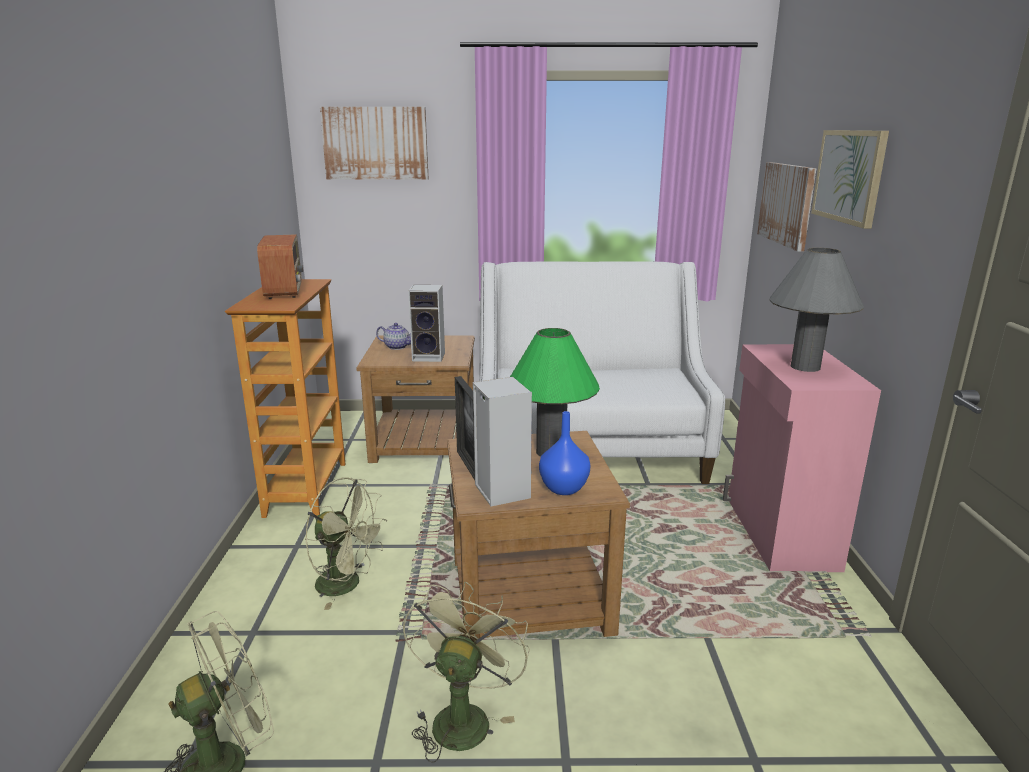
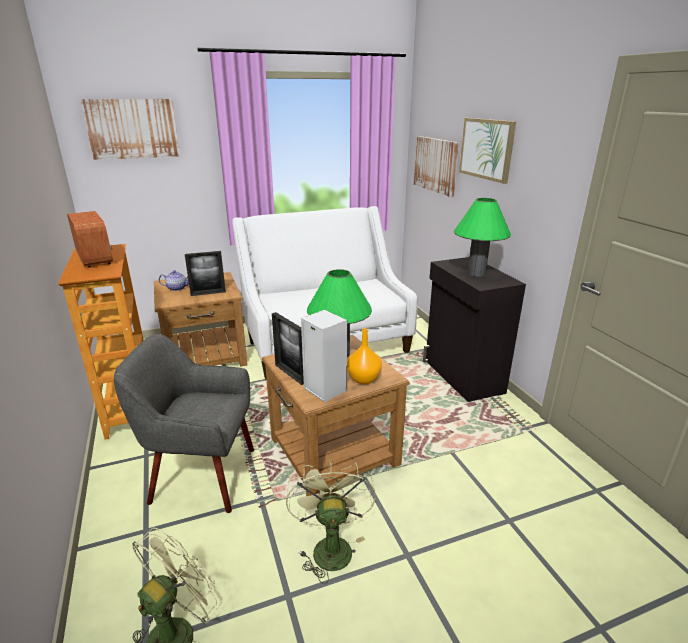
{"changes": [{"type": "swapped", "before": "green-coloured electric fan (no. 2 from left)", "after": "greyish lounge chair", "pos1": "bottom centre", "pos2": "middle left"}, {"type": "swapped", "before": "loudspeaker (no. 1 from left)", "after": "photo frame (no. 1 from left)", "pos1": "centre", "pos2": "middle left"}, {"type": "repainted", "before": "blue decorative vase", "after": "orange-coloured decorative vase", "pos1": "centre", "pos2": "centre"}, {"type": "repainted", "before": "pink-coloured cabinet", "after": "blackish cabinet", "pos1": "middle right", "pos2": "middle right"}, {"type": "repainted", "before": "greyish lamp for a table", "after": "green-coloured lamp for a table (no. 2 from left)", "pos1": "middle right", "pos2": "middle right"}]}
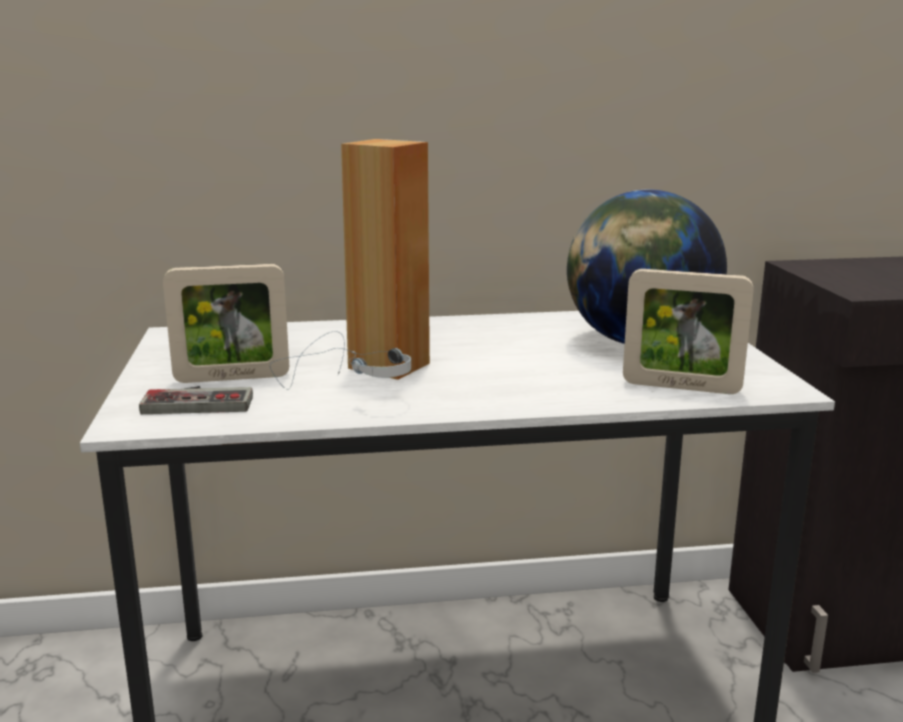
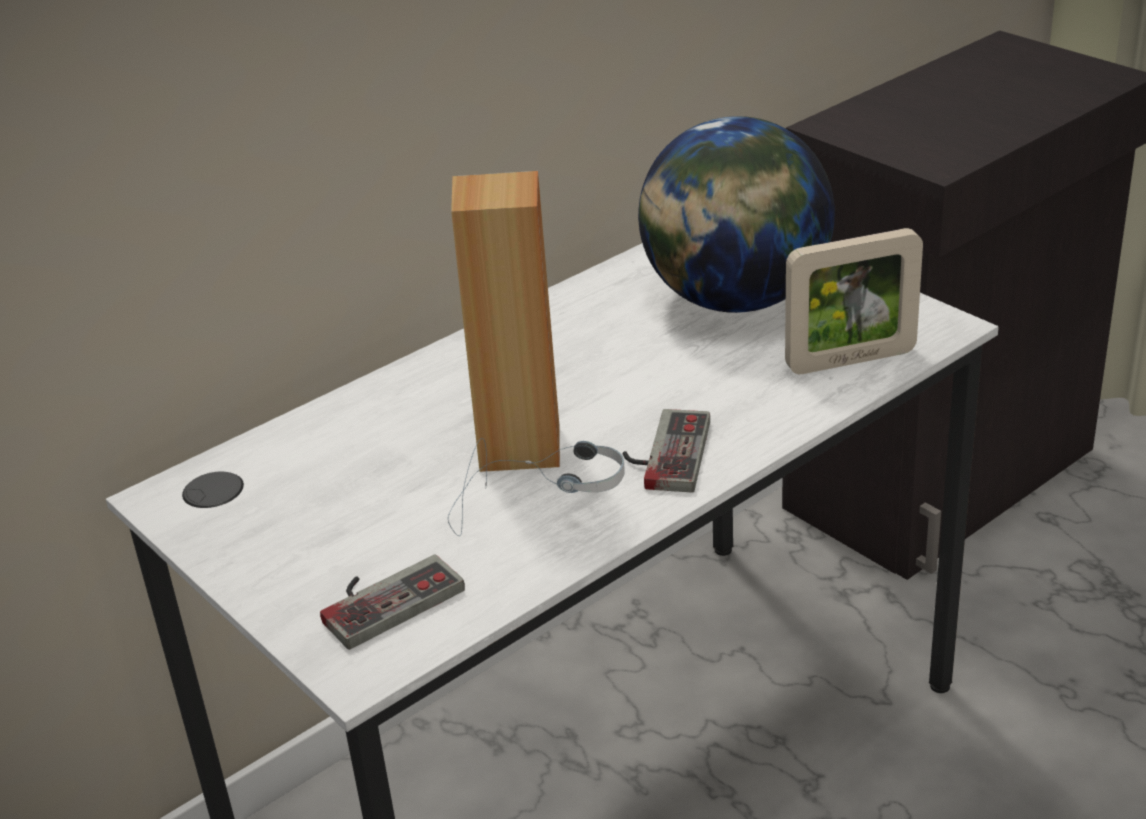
{"changes": [{"type": "gone", "before": "photo frame (no. 1 from left)", "pos1": "middle left"}, {"type": "new", "after": "game controller (no. 2 from left)", "pos2": "centre"}]}
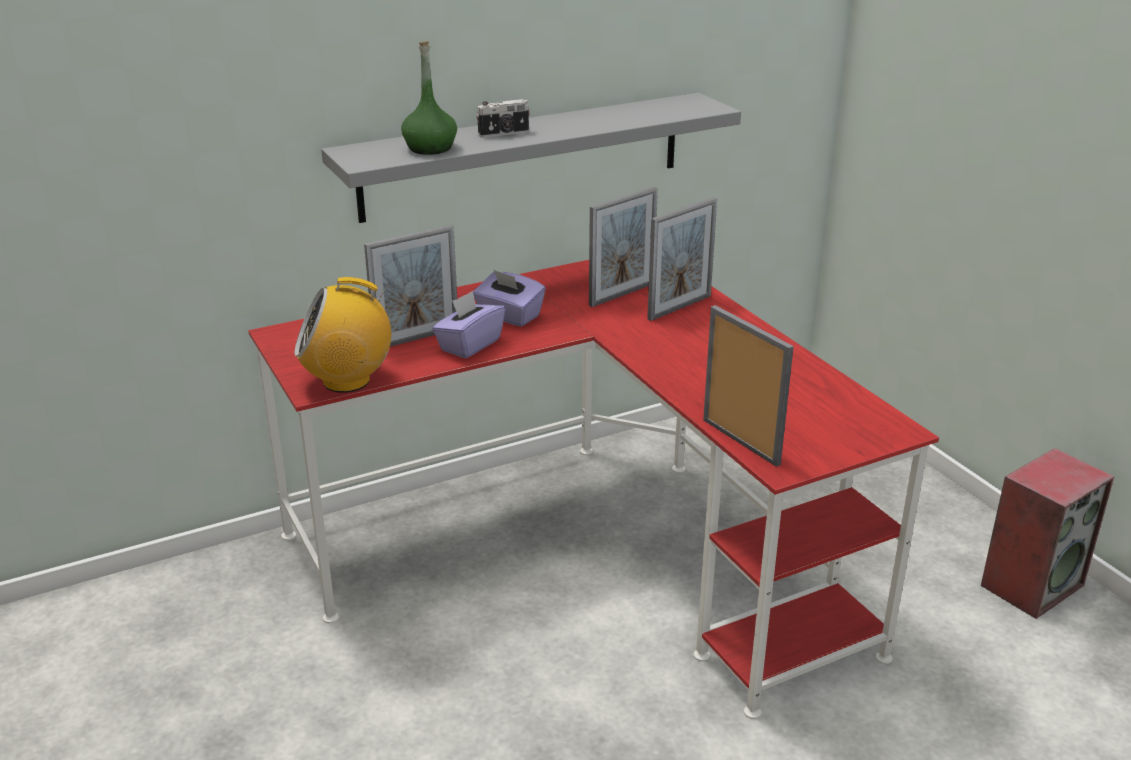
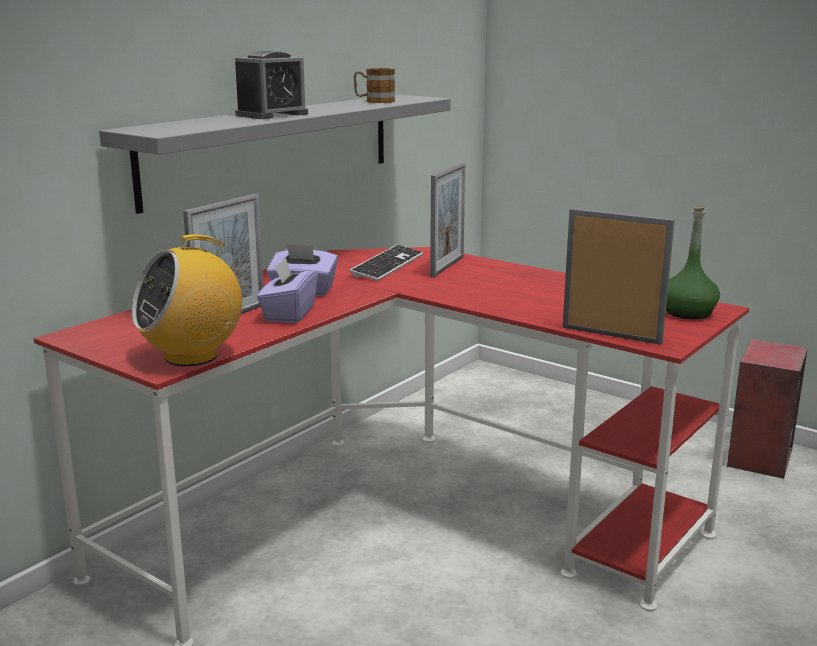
{"changes": [{"type": "shifted", "before": "green-coloured drink bottle", "pos1": "top centre", "pos2": "middle right"}, {"type": "swapped", "before": "photo camera", "after": "table clock", "pos1": "top centre", "pos2": "top left"}, {"type": "swapped", "before": "photo frame (no. 2 from left)", "after": "keyboard", "pos1": "top centre", "pos2": "centre"}, {"type": "new", "after": "mug", "pos2": "top centre"}]}
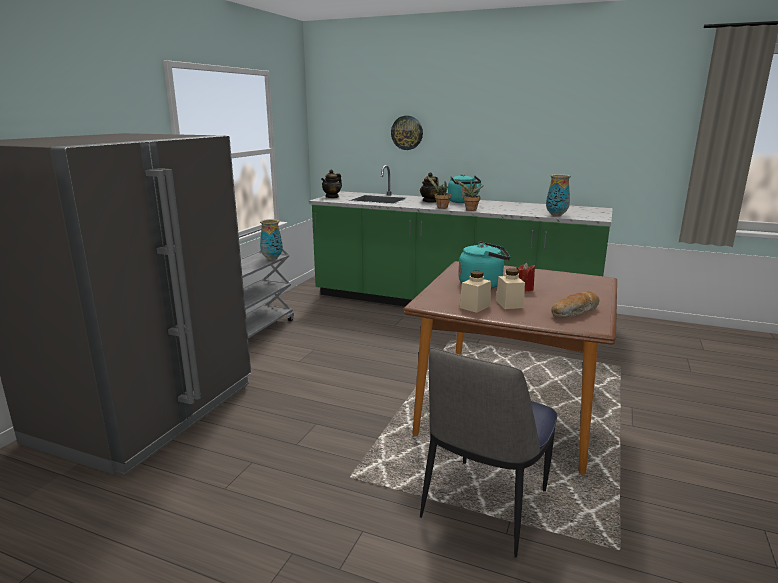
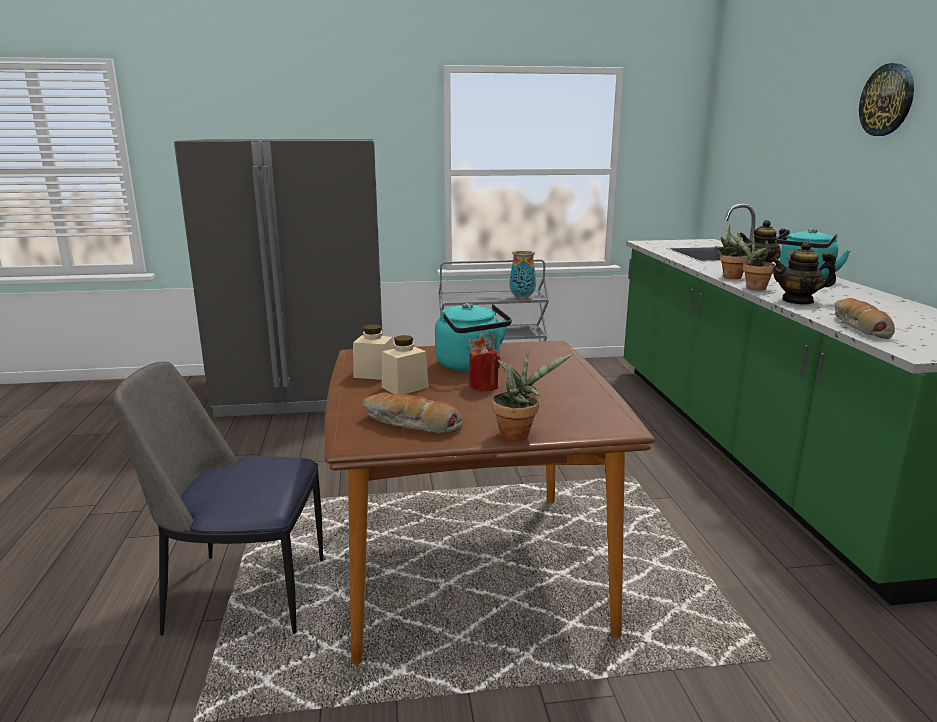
{"changes": [{"type": "shifted", "before": "tea pot (no. 1 from left in the first image)", "after": "tea pot (no. 2 from left)", "pos1": "top centre", "pos2": "middle right"}, {"type": "shifted", "before": "clock on the wall", "pos1": "top centre", "pos2": "top right"}, {"type": "swapped", "before": "decorative vase (no. 2 from left)", "after": "bakery bread (no. 2 from left)", "pos1": "middle right", "pos2": "middle right"}, {"type": "new", "after": "potted plant (no. 1 from left)", "pos2": "centre"}]}
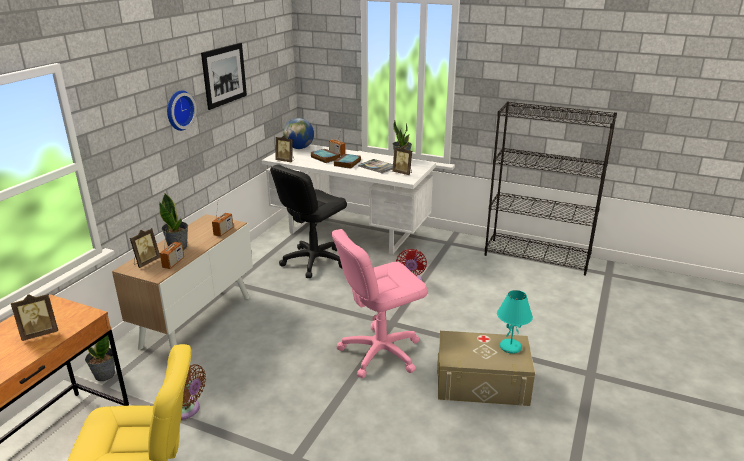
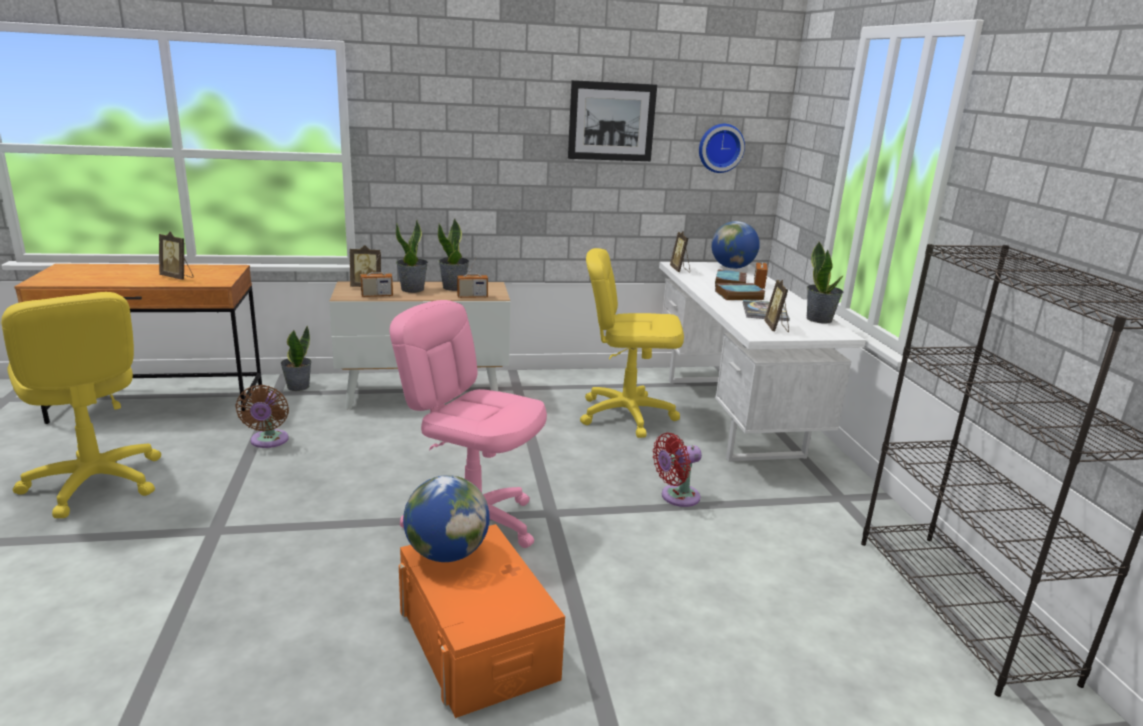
{"changes": [{"type": "shifted", "before": "clock on the wall", "pos1": "top left", "pos2": "top centre"}, {"type": "repainted", "before": "blackish computer chair", "after": "yellowish computer chair (no. 2 from left)", "pos1": "centre", "pos2": "centre"}, {"type": "repainted", "before": "beige storage container", "after": "orange-coloured storage container", "pos1": "bottom centre", "pos2": "bottom centre"}, {"type": "gone", "before": "turquoise-coloured lamp for a table", "pos1": "bottom right"}, {"type": "new", "after": "globe (no. 1 from left)", "pos2": "bottom centre"}, {"type": "new", "after": "potted plant (no. 3 from left)", "pos2": "centre"}]}
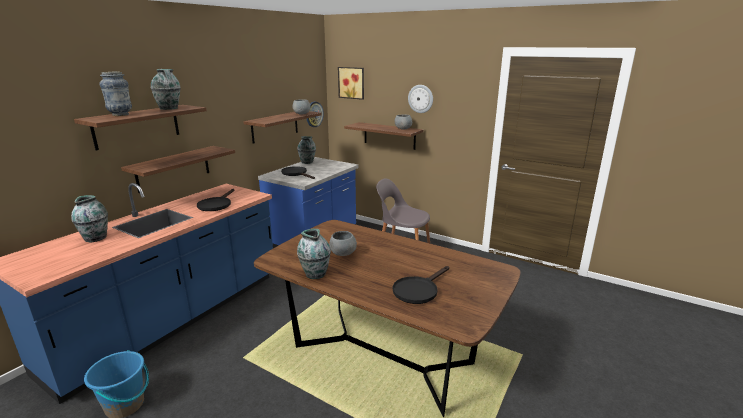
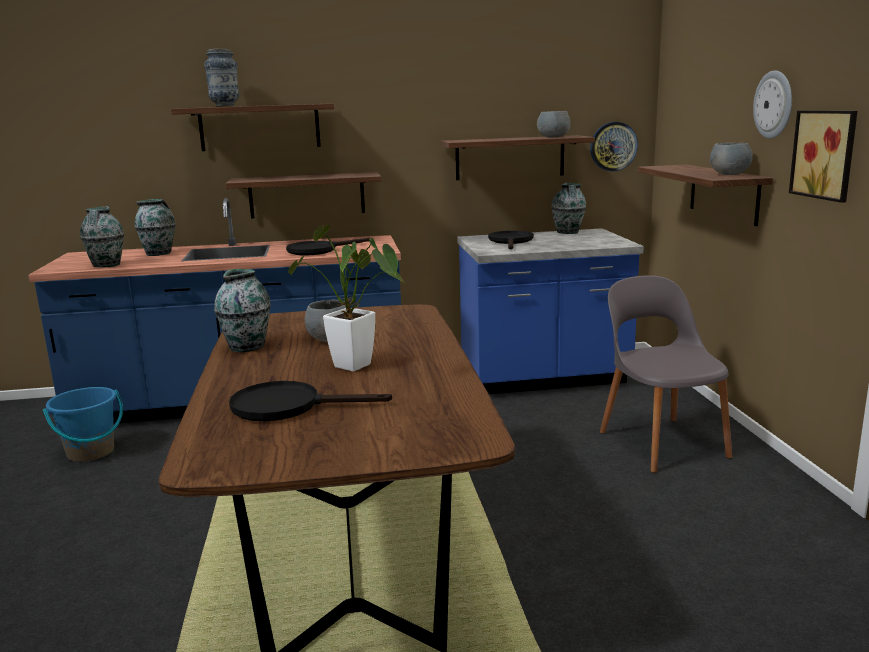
{"changes": [{"type": "shifted", "before": "decorative vase (no. 3 from left in the first image)", "after": "decorative vase (no. 1 from left)", "pos1": "top left", "pos2": "middle left"}, {"type": "shifted", "before": "wall art", "pos1": "top centre", "pos2": "top right"}, {"type": "new", "after": "potted plant", "pos2": "centre"}]}
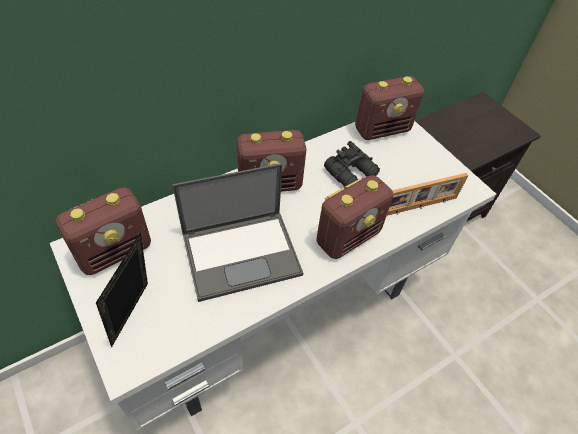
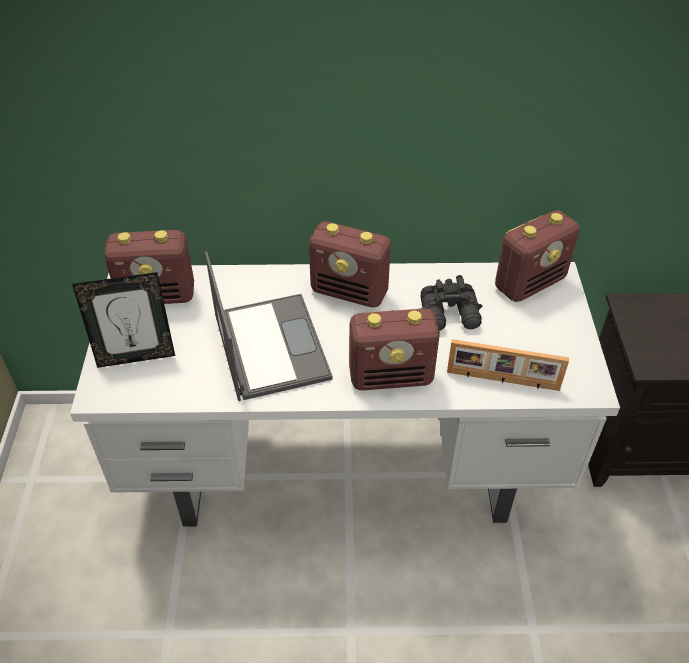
{"changes": [{"type": "rotated", "before": "photo frame (no. 1 from left)", "pos1": "bottom left", "pos2": "middle left", "turn": -150}, {"type": "rotated", "before": "portable computer", "pos1": "centre", "pos2": "centre", "turn": -120}, {"type": "rotated", "before": "radio (no. 4 from left)", "pos1": "top right", "pos2": "middle right", "turn": -45}]}
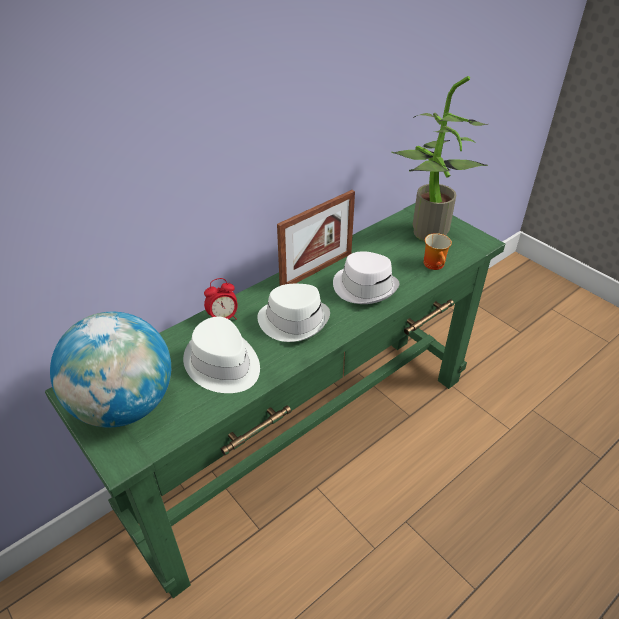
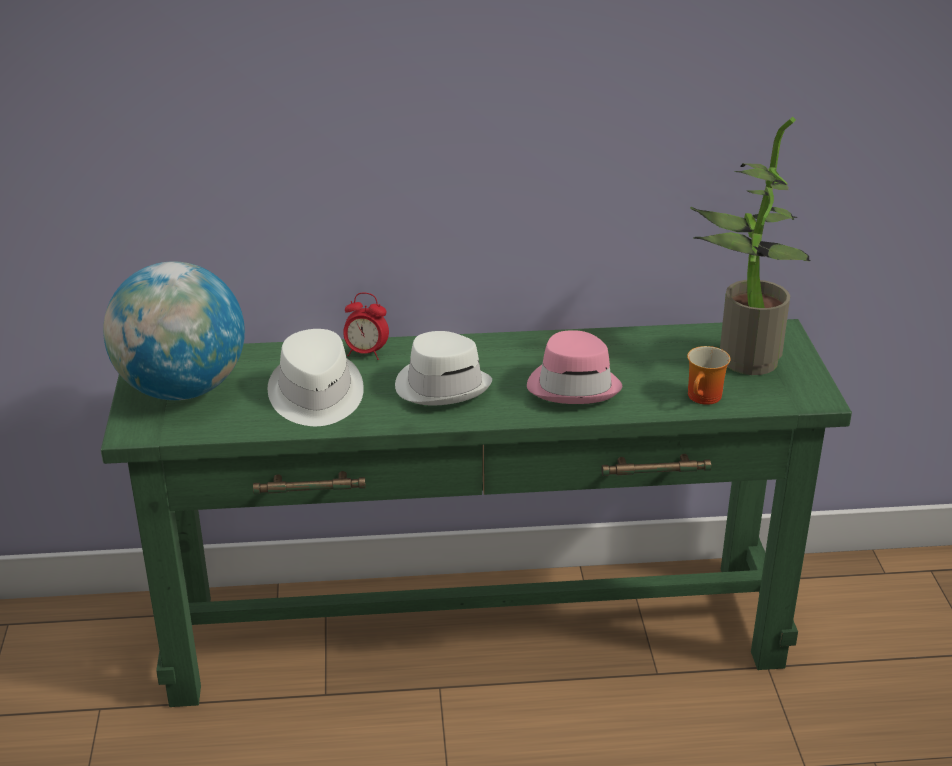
{"changes": [{"type": "gone", "before": "photo frame", "pos1": "centre"}, {"type": "repainted", "before": "white wearable hat (no. 3 from left)", "after": "pink-coloured wearable hat", "pos1": "centre", "pos2": "centre"}]}
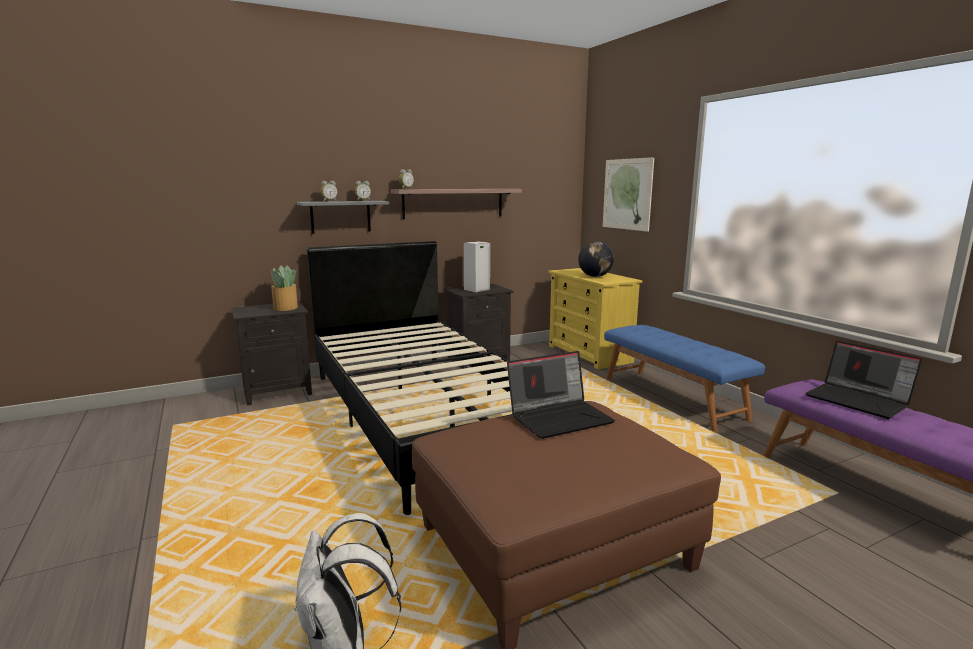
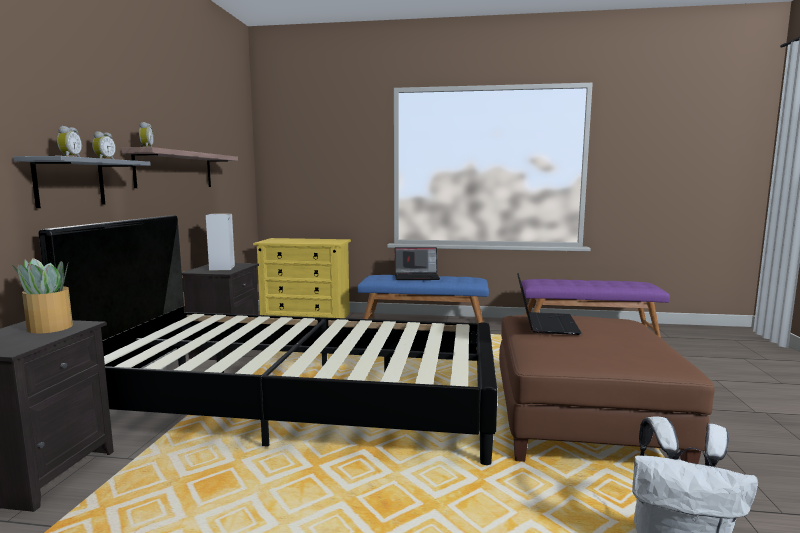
{"changes": [{"type": "gone", "before": "globe", "pos1": "centre"}, {"type": "gone", "before": "wall art", "pos1": "top centre"}, {"type": "shifted", "before": "portable computer (no. 2 from left in the first image)", "after": "portable computer (no. 1 from left)", "pos1": "middle right", "pos2": "centre"}]}
